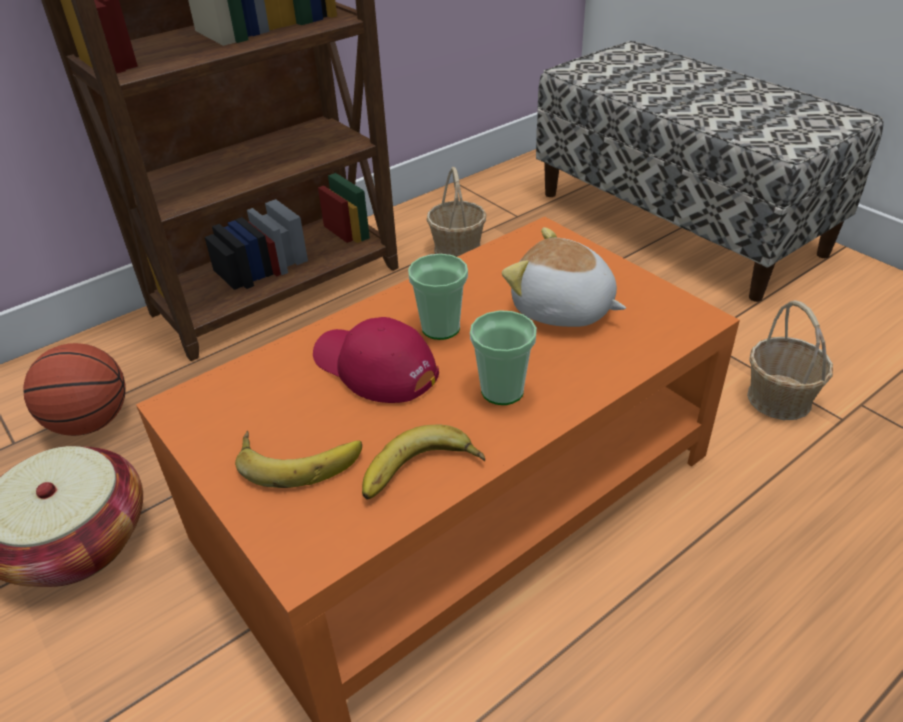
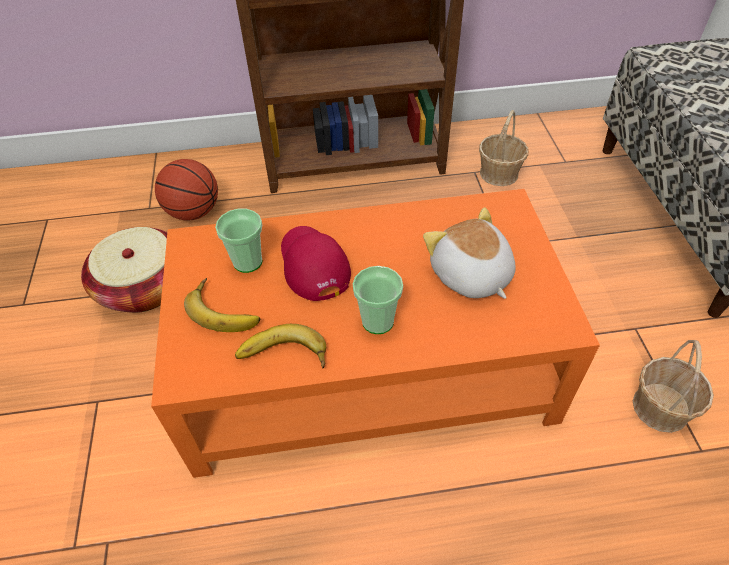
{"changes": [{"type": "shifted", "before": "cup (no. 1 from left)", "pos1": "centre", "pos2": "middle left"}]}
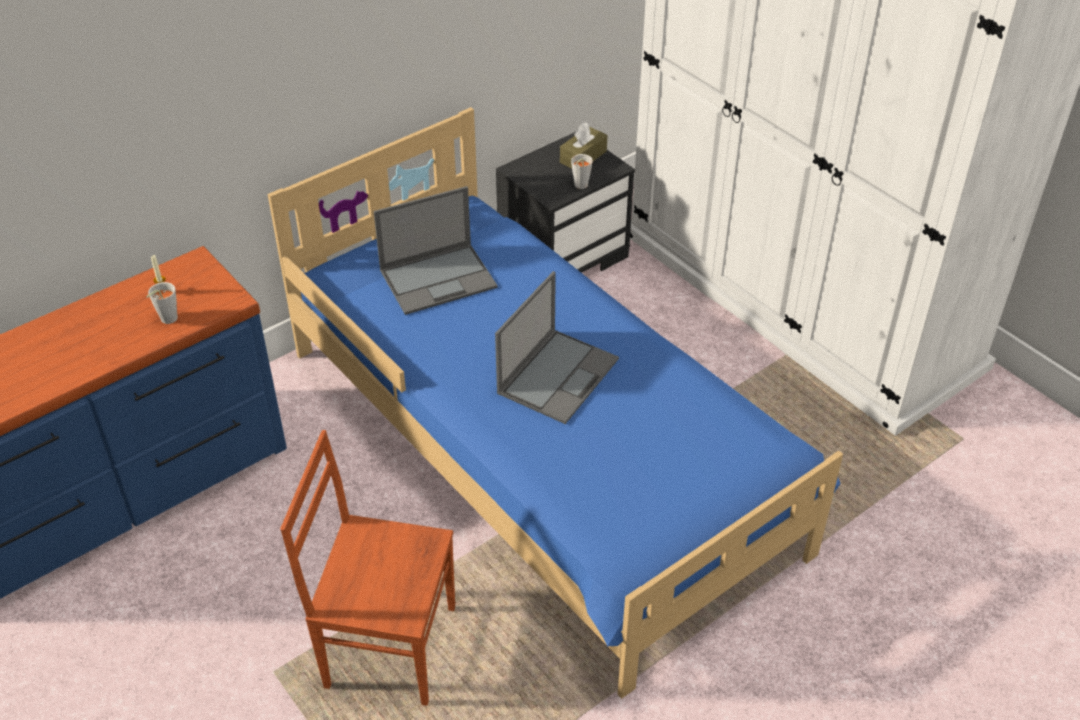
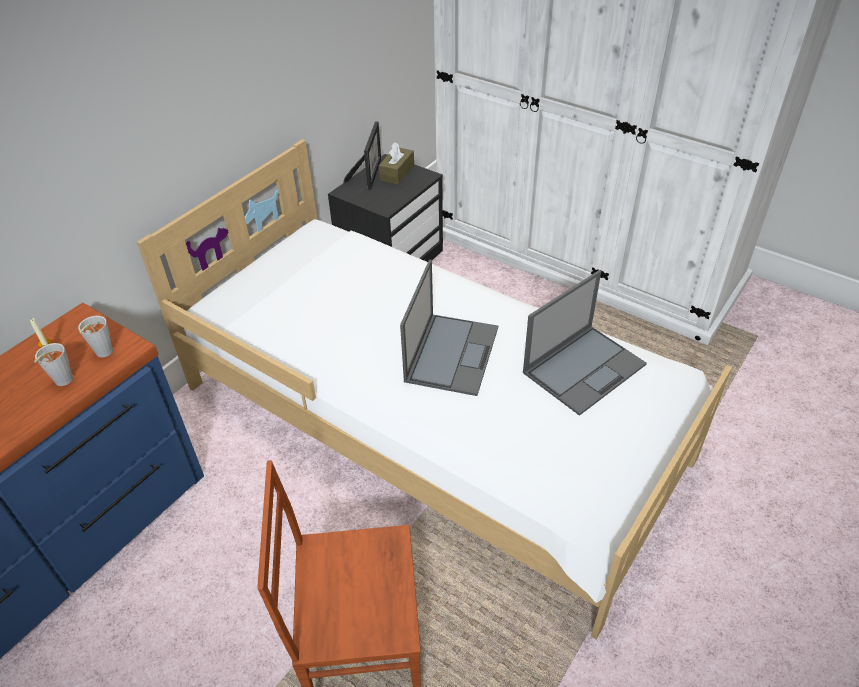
{"changes": [{"type": "repainted", "before": "blue bedroom bed", "after": "white bedroom bed", "pos1": "centre", "pos2": "centre"}, {"type": "shifted", "before": "portable computer (no. 1 from left in the first image)", "after": "portable computer (no. 2 from left)", "pos1": "centre", "pos2": "middle right"}, {"type": "shifted", "before": "greyish cup (no. 2 from left)", "pos1": "top centre", "pos2": "middle left"}, {"type": "new", "after": "photo frame", "pos2": "top centre"}]}
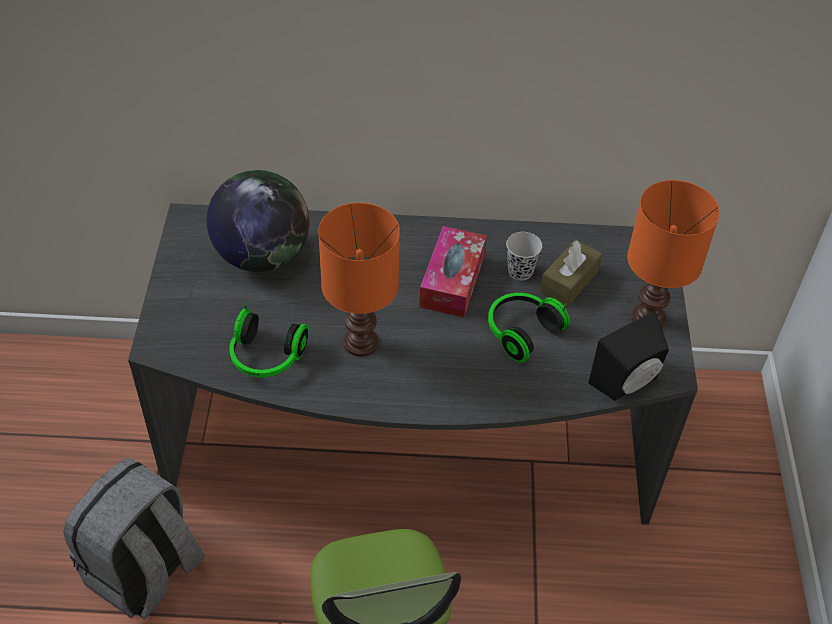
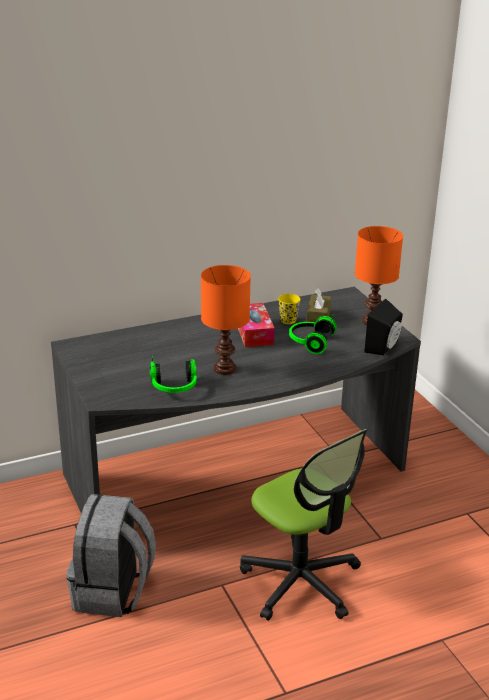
{"changes": [{"type": "gone", "before": "globe", "pos1": "middle left"}, {"type": "repainted", "before": "blackish cup", "after": "yellowish cup", "pos1": "centre", "pos2": "centre"}]}
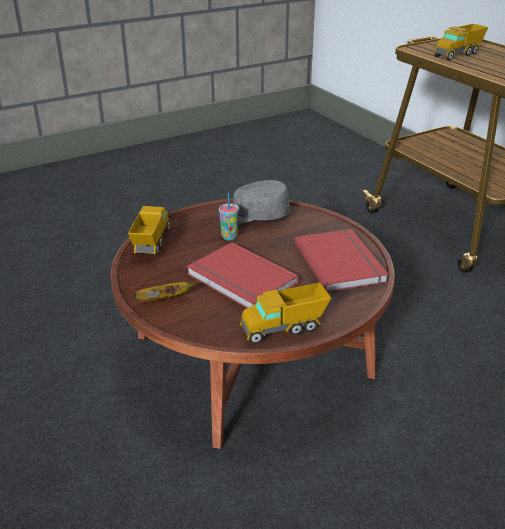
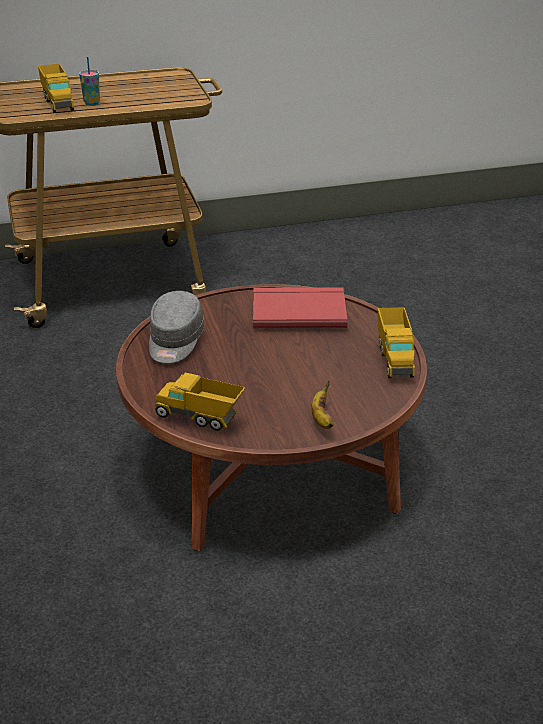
{"changes": [{"type": "gone", "before": "red bound book (no. 1 from left)", "pos1": "centre"}, {"type": "shifted", "before": "cup", "pos1": "centre", "pos2": "top left"}]}
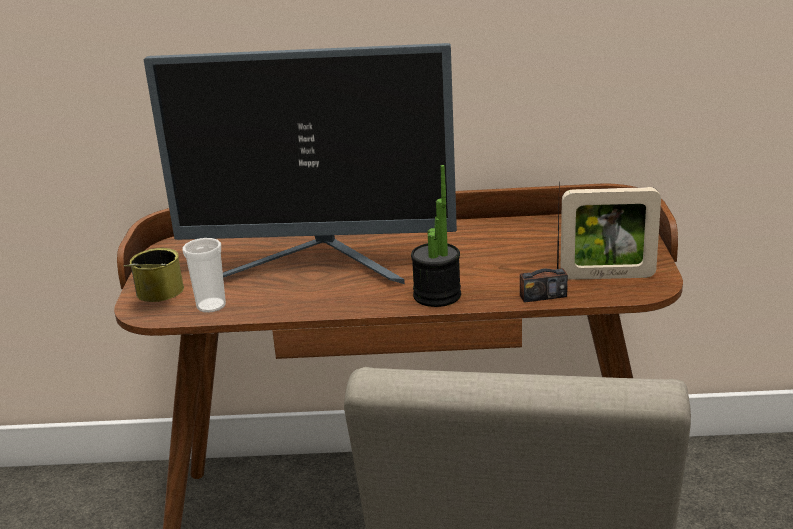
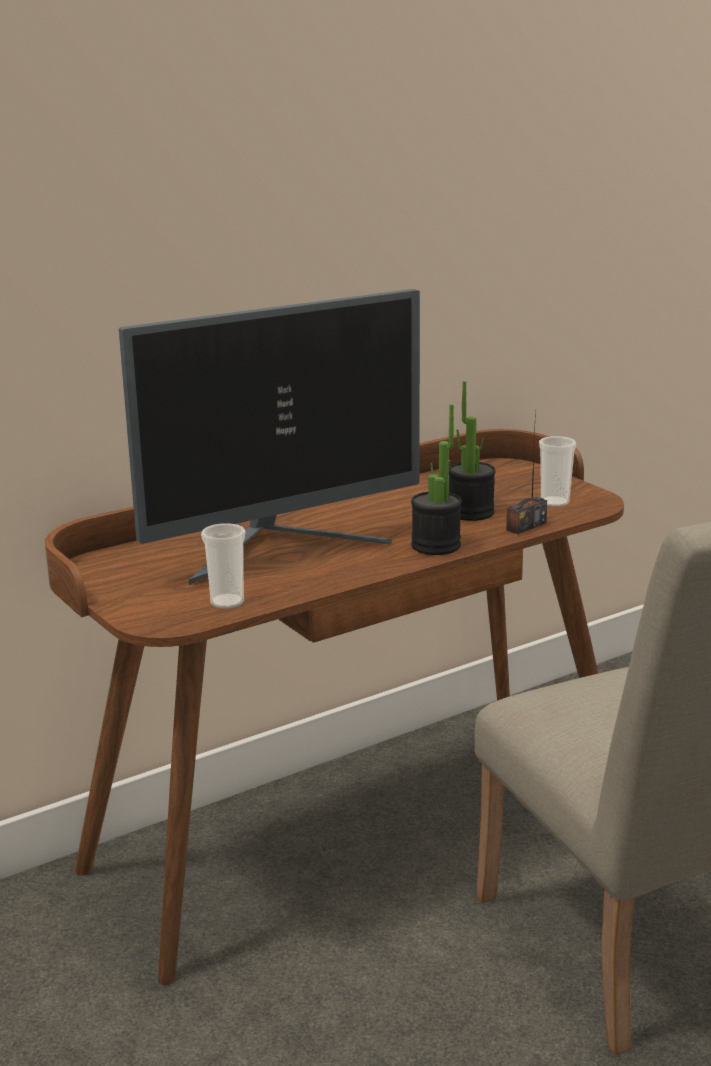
{"changes": [{"type": "gone", "before": "can", "pos1": "middle left"}, {"type": "swapped", "before": "photo frame", "after": "cup (no. 2 from left)", "pos1": "middle right", "pos2": "middle right"}, {"type": "new", "after": "potted plant (no. 2 from left)", "pos2": "centre"}]}
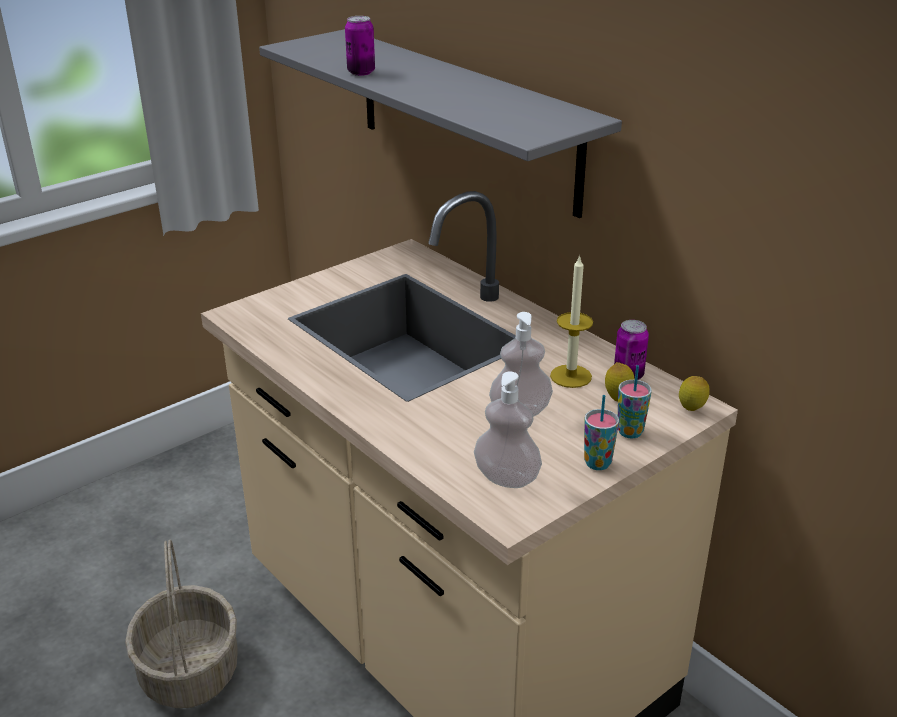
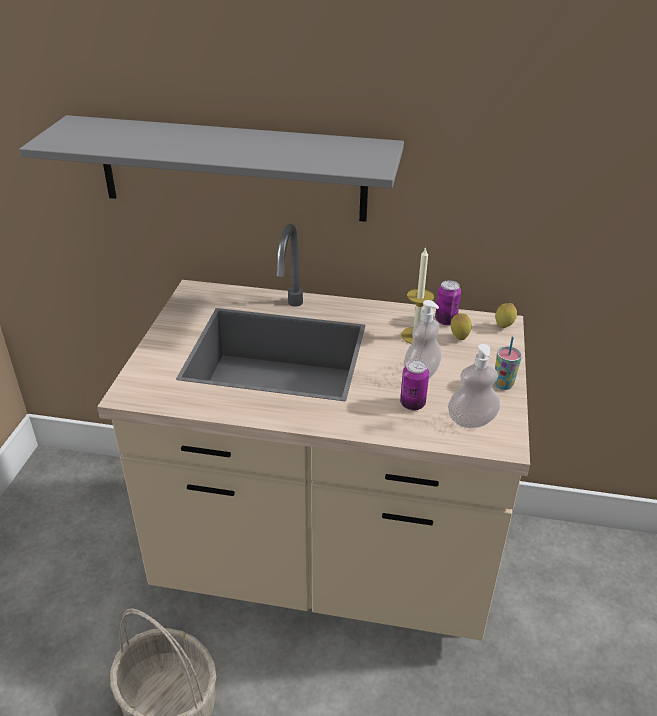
{"changes": [{"type": "shifted", "before": "can (no. 1 from left)", "pos1": "top centre", "pos2": "centre"}, {"type": "gone", "before": "cup (no. 2 from left)", "pos1": "middle right"}]}
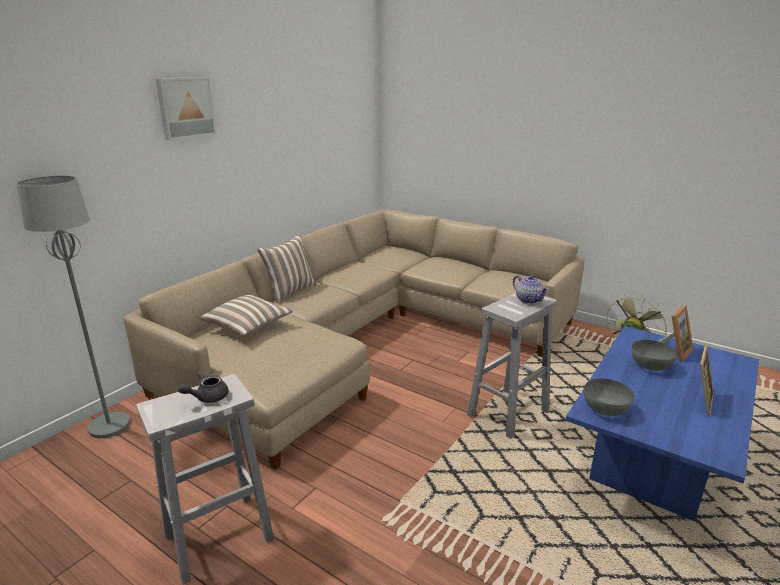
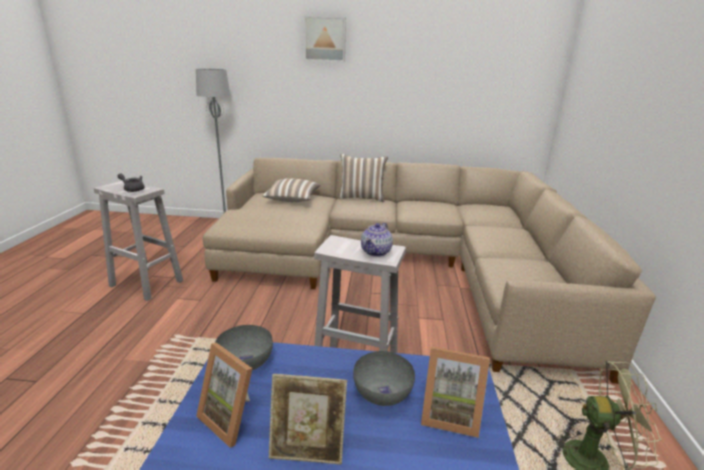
{"changes": [{"type": "new", "after": "photo frame (no. 1 from left)", "pos2": "bottom left"}]}
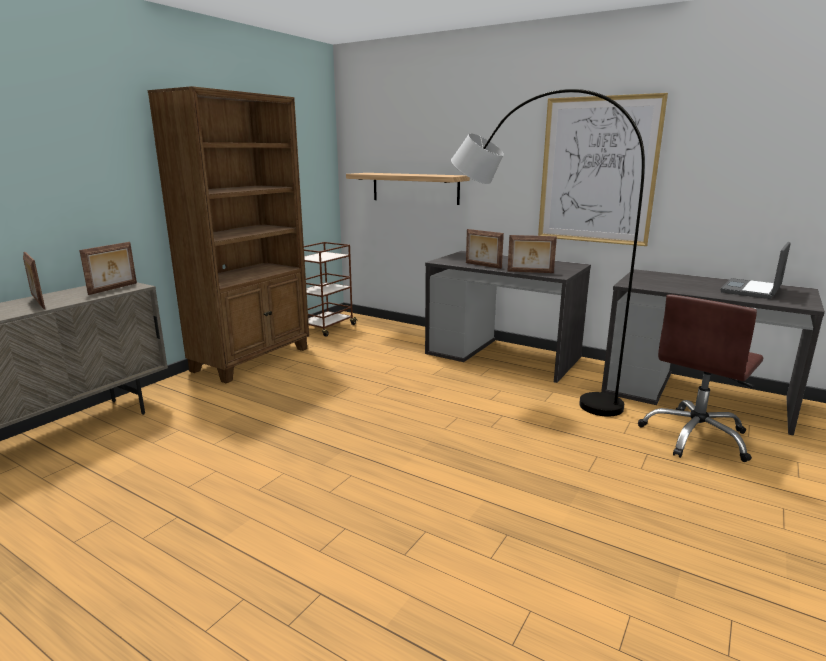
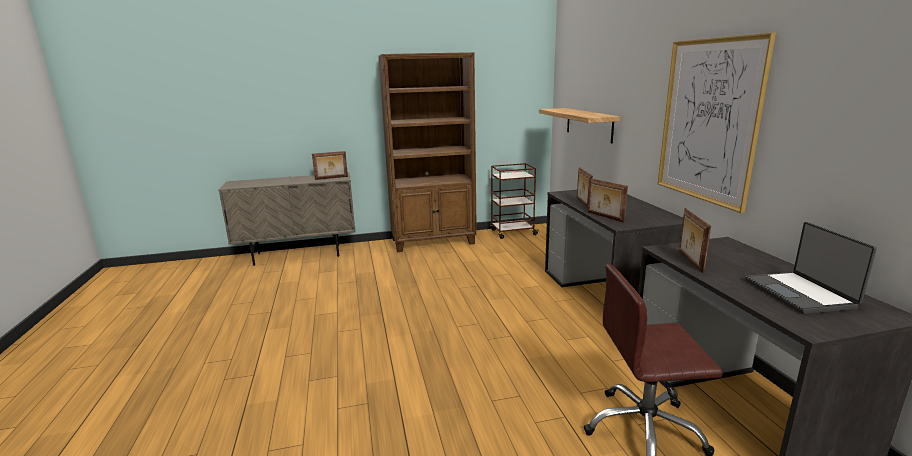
{"changes": [{"type": "shifted", "before": "photo frame (no. 1 from left in the first image)", "after": "photo frame (no. 4 from left)", "pos1": "middle left", "pos2": "middle right"}, {"type": "gone", "before": "greyish floor lamp", "pos1": "centre"}, {"type": "rotated", "before": "portable computer", "pos1": "middle right", "pos2": "middle right", "turn": -90}]}
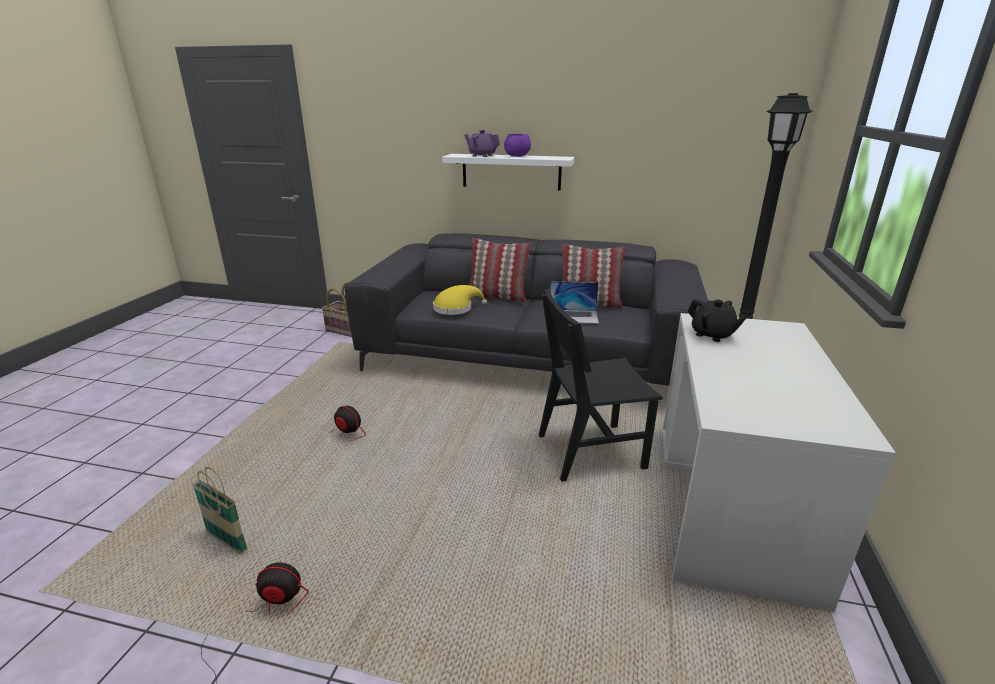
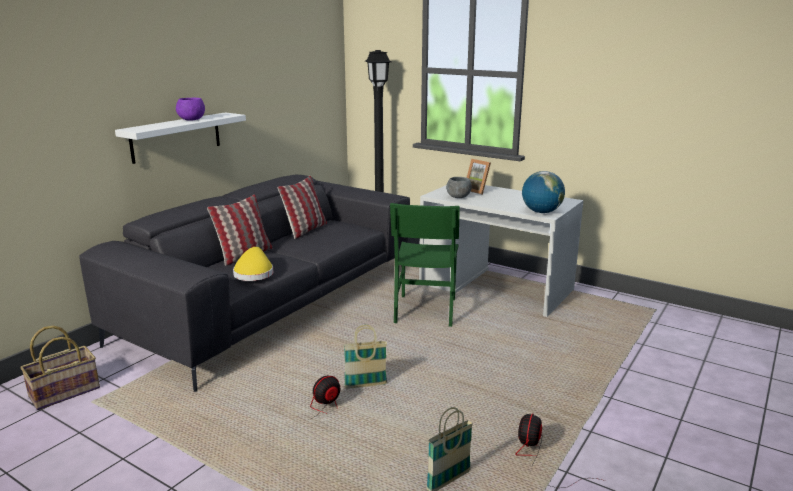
{"changes": [{"type": "gone", "before": "purple-coloured tea pot", "pos1": "top centre"}, {"type": "repainted", "before": "blackish upright chair", "after": "green-coloured upright chair", "pos1": "centre", "pos2": "centre"}, {"type": "gone", "before": "portable computer", "pos1": "centre"}, {"type": "swapped", "before": "blackish tea pot", "after": "greyish deep dish", "pos1": "middle right", "pos2": "centre"}, {"type": "new", "after": "storage basket (no. 2 from left)", "pos2": "bottom centre"}, {"type": "new", "after": "photo frame", "pos2": "centre"}, {"type": "new", "after": "globe", "pos2": "middle right"}]}
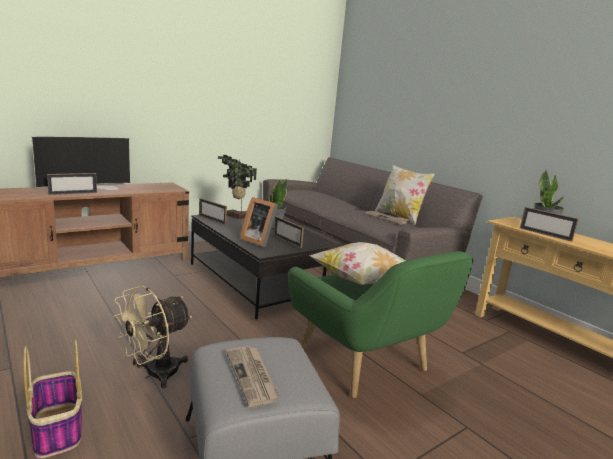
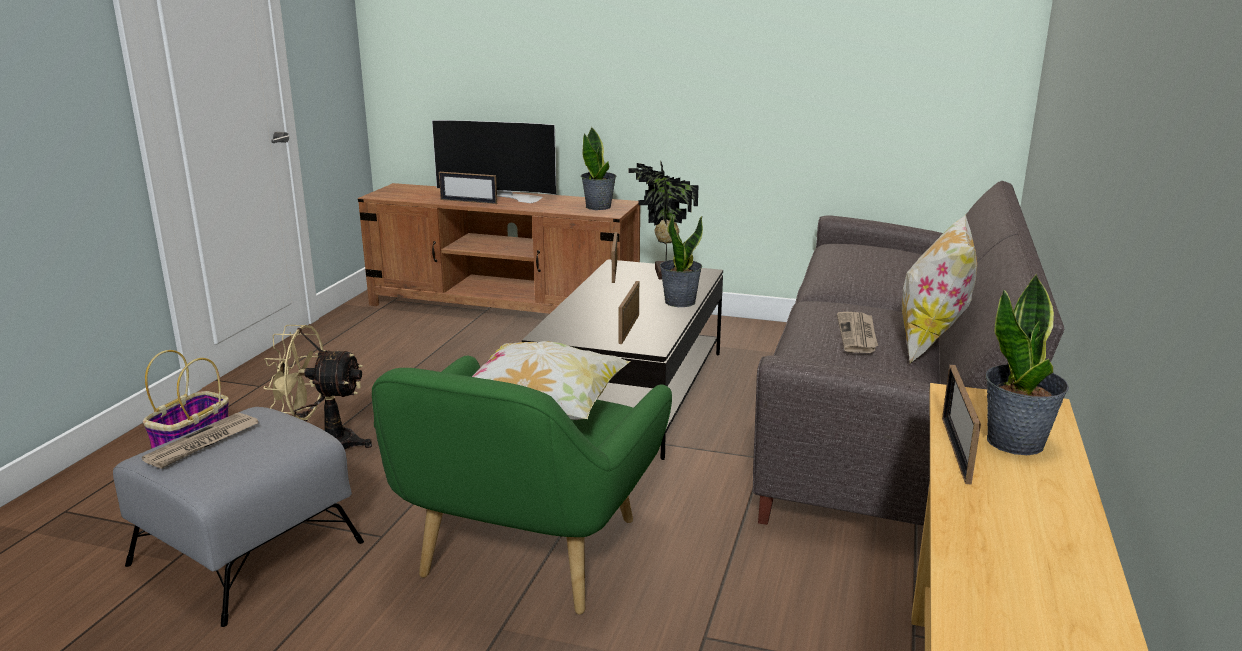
{"changes": [{"type": "gone", "before": "photo frame (no. 3 from left)", "pos1": "centre"}, {"type": "new", "after": "potted plant (no. 1 from left)", "pos2": "top centre"}]}
